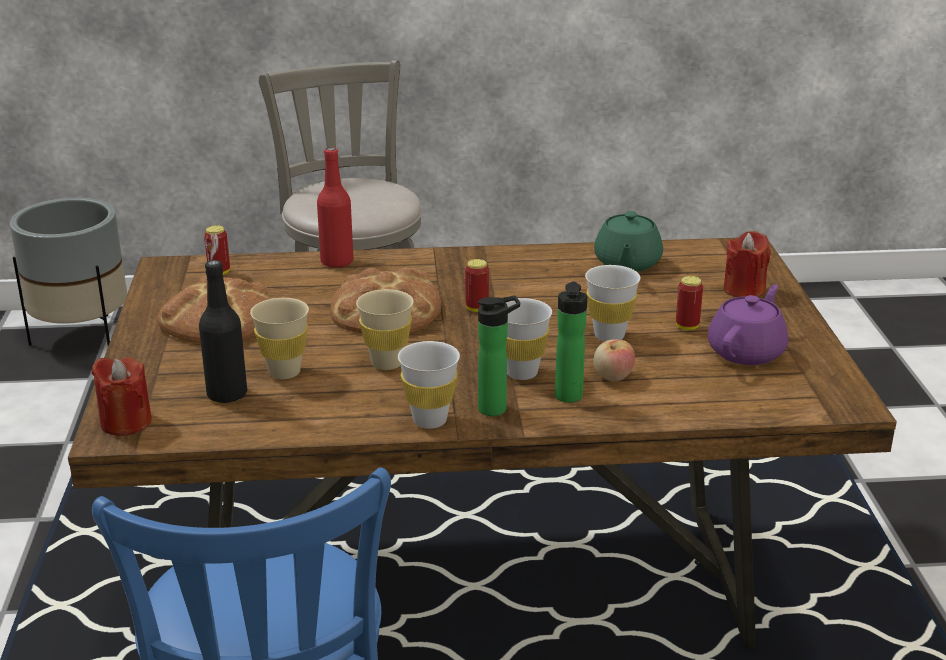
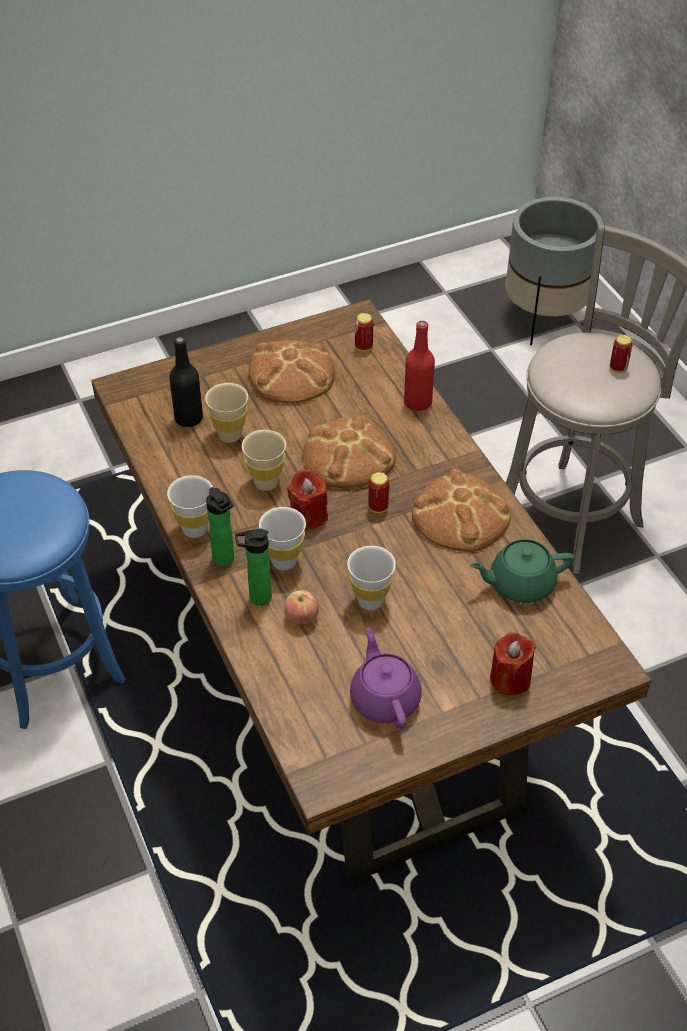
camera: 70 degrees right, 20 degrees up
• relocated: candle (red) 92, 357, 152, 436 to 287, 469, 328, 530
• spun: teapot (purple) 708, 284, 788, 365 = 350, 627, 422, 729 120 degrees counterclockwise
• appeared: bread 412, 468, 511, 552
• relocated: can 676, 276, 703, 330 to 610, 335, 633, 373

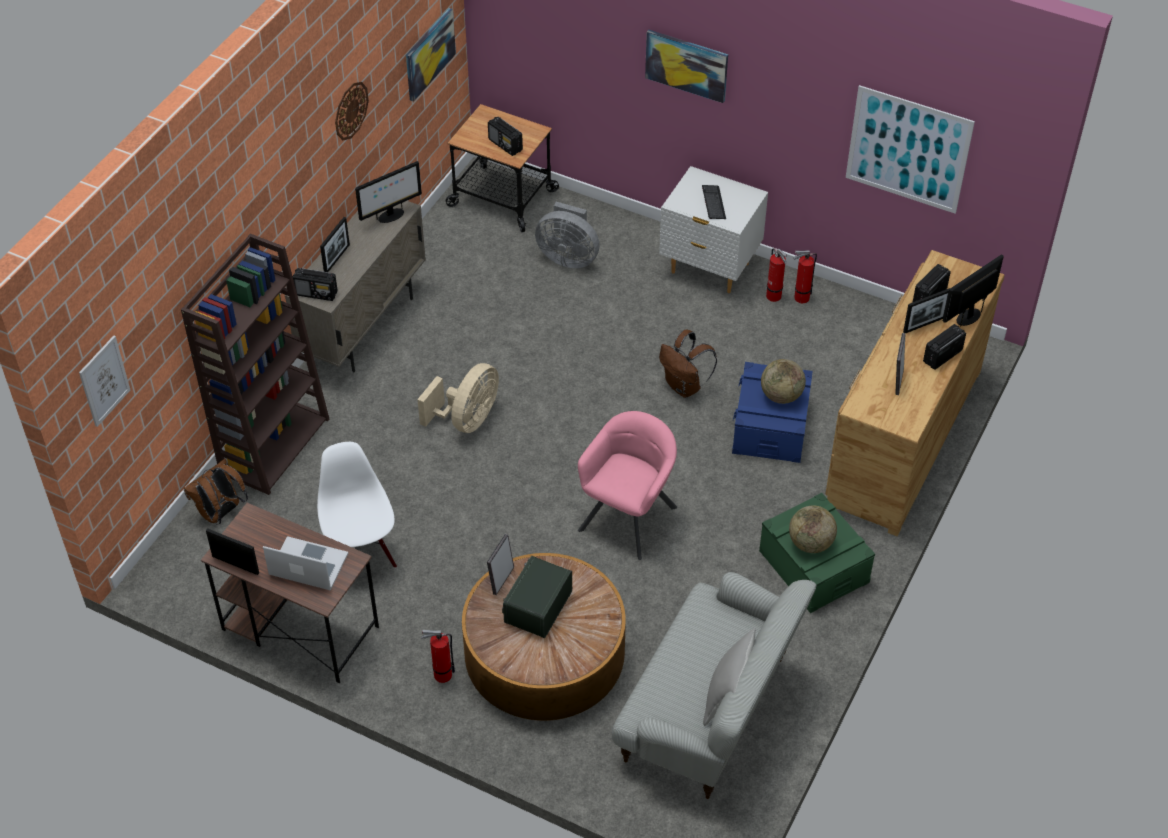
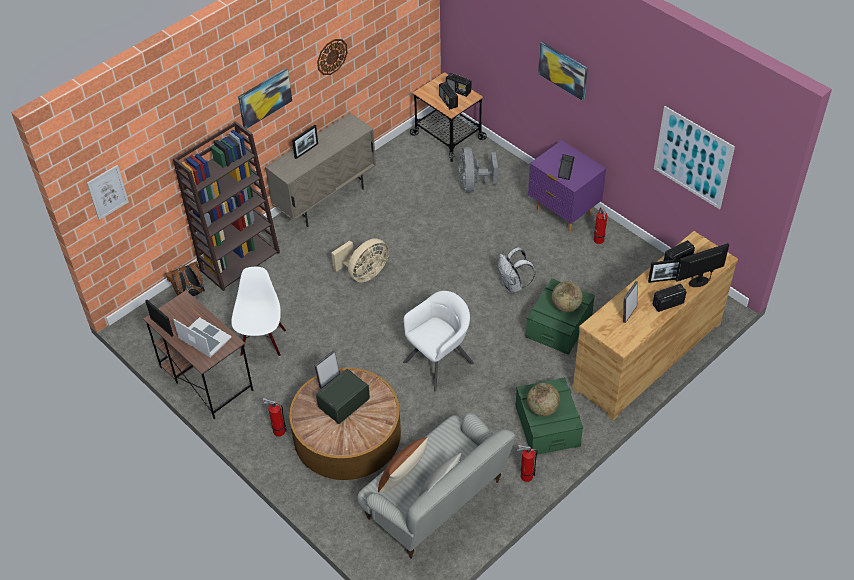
camera: 20 degrees right, 0 degrees up
• relocated: picture 406, 8, 456, 102 to 238, 68, 292, 129
• appeared: pillow (brown) 378, 436, 429, 493
• colour: armchair (pink) 578, 411, 677, 560 to armchair (white) 403, 291, 474, 391
• relocated: radio 293, 268, 337, 301 to 446, 73, 471, 97
• spun: fan (grey) 535, 202, 599, 268 = 458, 147, 498, 193 45 degrees clockwise
• colour: backpack (brown) 659, 330, 717, 398 to backpack (white) 498, 247, 535, 293
• relocated: fire extinguisher 793, 251, 817, 303 to 516, 445, 538, 482
• colour: storage box (blue) 732, 362, 812, 463 to storage box (green) 525, 278, 595, 355
• colour: nightstand (white) 659, 166, 768, 293 to nightstand (purple) 528, 140, 606, 232
• missing: monitor 355, 161, 422, 223

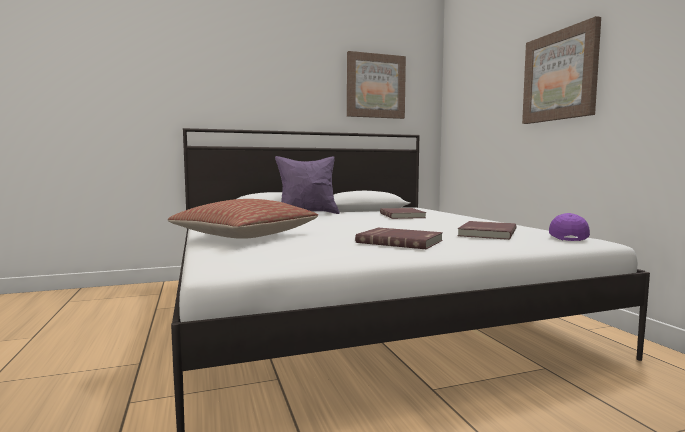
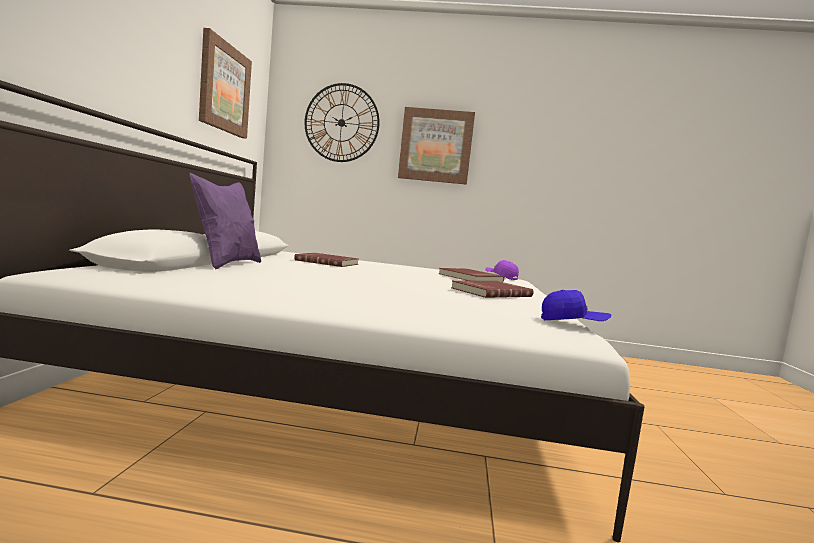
camera: 65 degrees left, 0 degrees up
• appeared: wall clock 305, 83, 380, 162
• appeared: cap (blue) 541, 290, 612, 321
• missing: pillow 168, 199, 318, 239

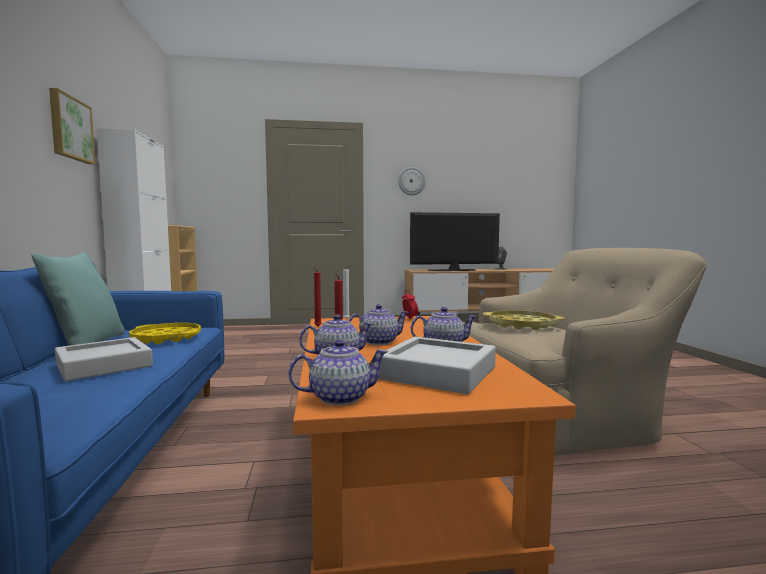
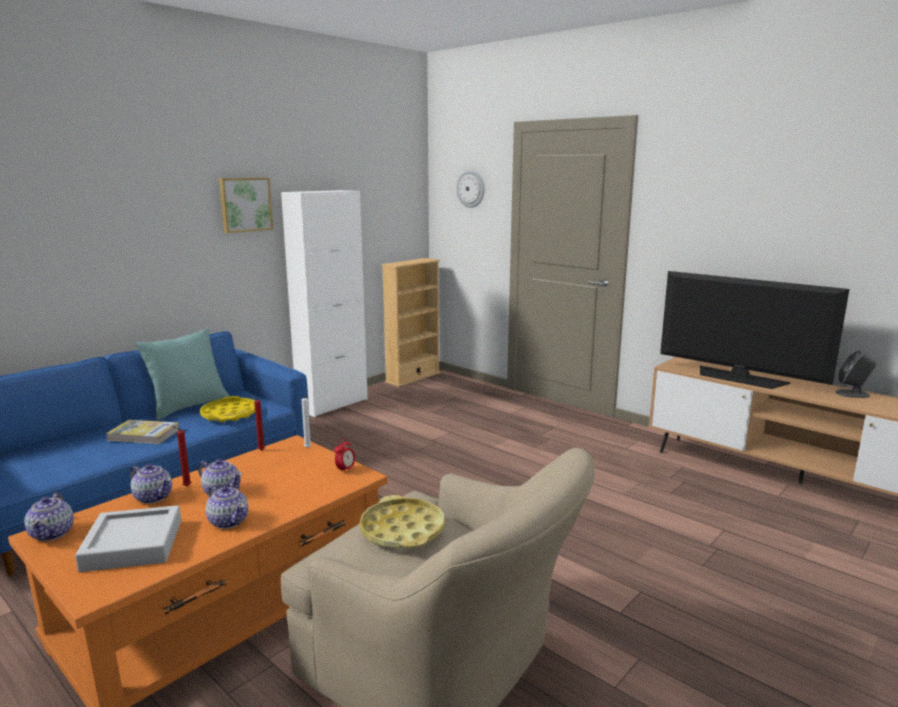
camera: 50 degrees right, 10 degrees up
• spun: teapot 288, 340, 389, 405 = 24, 492, 74, 541 45 degrees clockwise
• exchanged: tray (grey) 55, 337, 153, 381 to book 106, 420, 179, 444
• relocated: wall clock 398, 167, 426, 195 to 456, 170, 484, 208

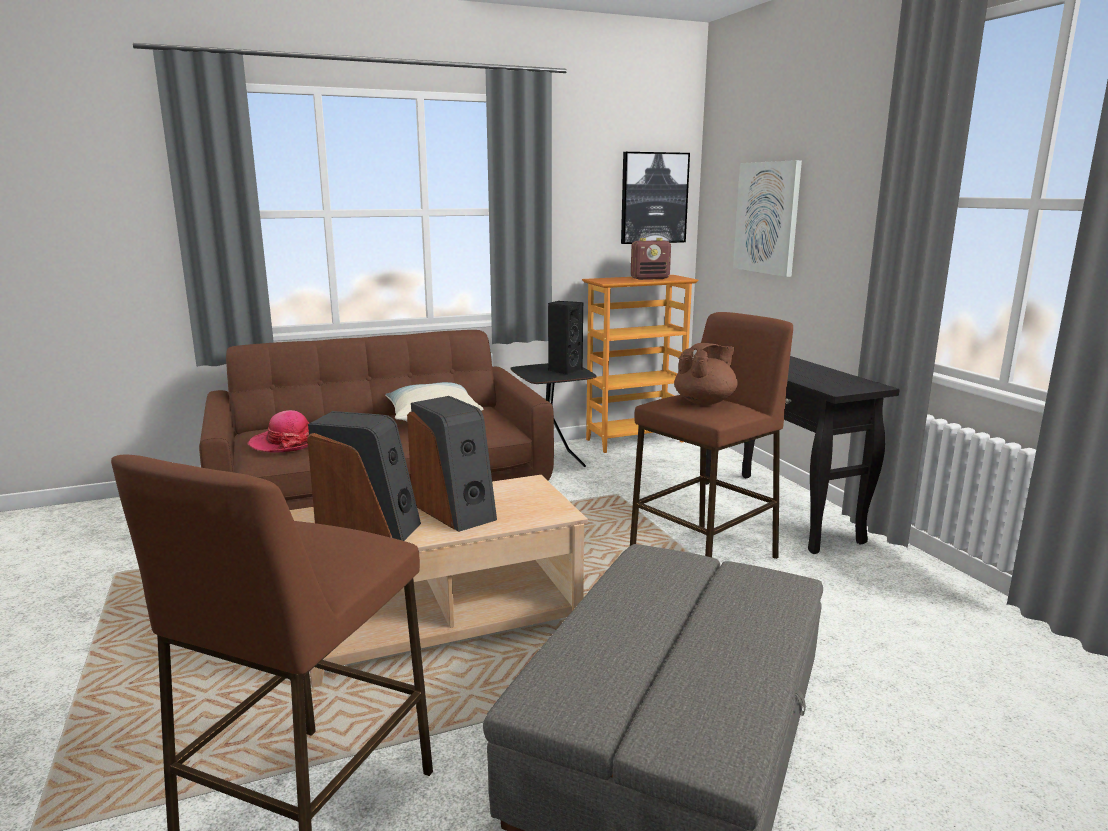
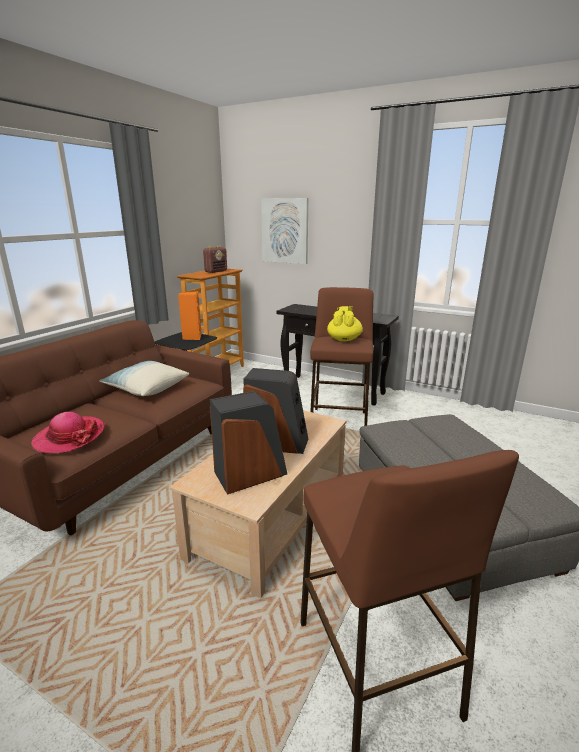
camera: 40 degrees left, 5 degrees up
• colour: speaker (black) 548, 301, 583, 375 to speaker (orange) 178, 291, 202, 340
• colour: teapot (brown) 674, 343, 738, 405 to teapot (yellow) 327, 306, 363, 342
• missing: picture 621, 152, 690, 244

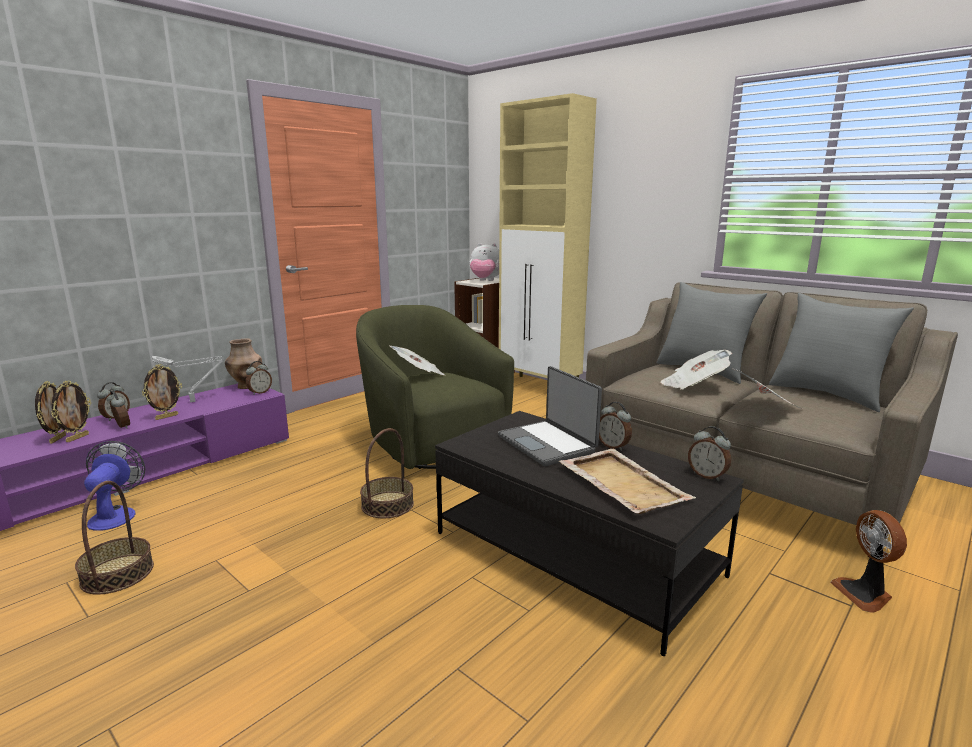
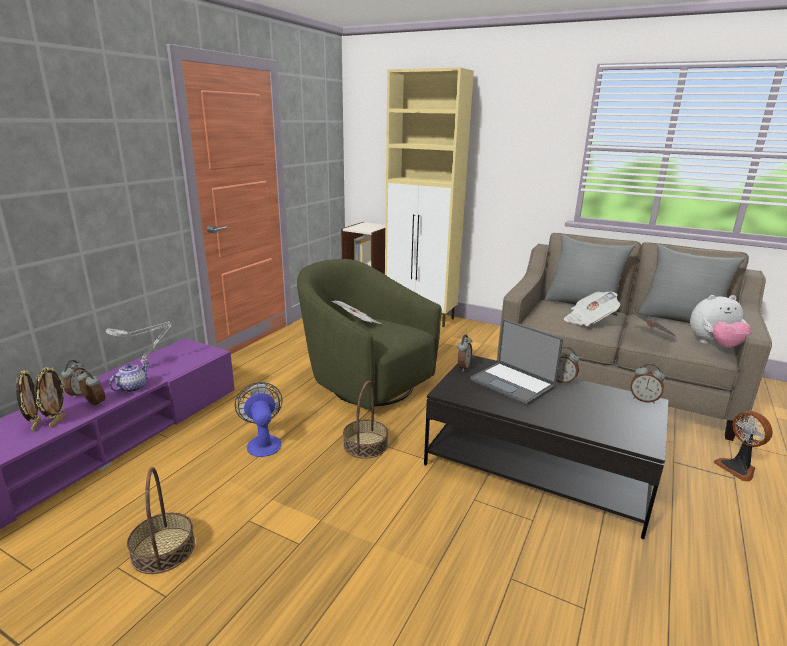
camera: 15 degrees left, 5 degrees up
• exchanged: picture frame 142, 364, 182, 420 to teapot 109, 362, 149, 392
• relocated: fan 84, 441, 145, 531 to 235, 382, 283, 457
• relocated: alarm clock 246, 361, 272, 395 to 457, 335, 472, 372
• relocated: plush toy 469, 243, 499, 281 to 690, 295, 751, 348
• missing: vase (brown) 225, 338, 262, 389
• missing: tray (beige) 559, 449, 696, 514

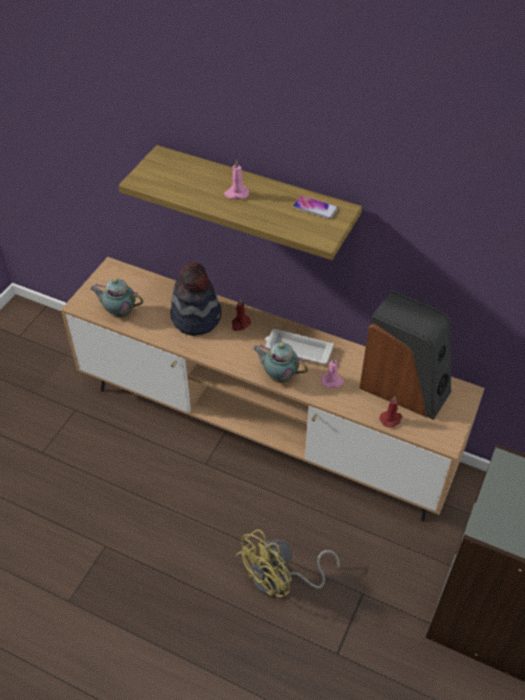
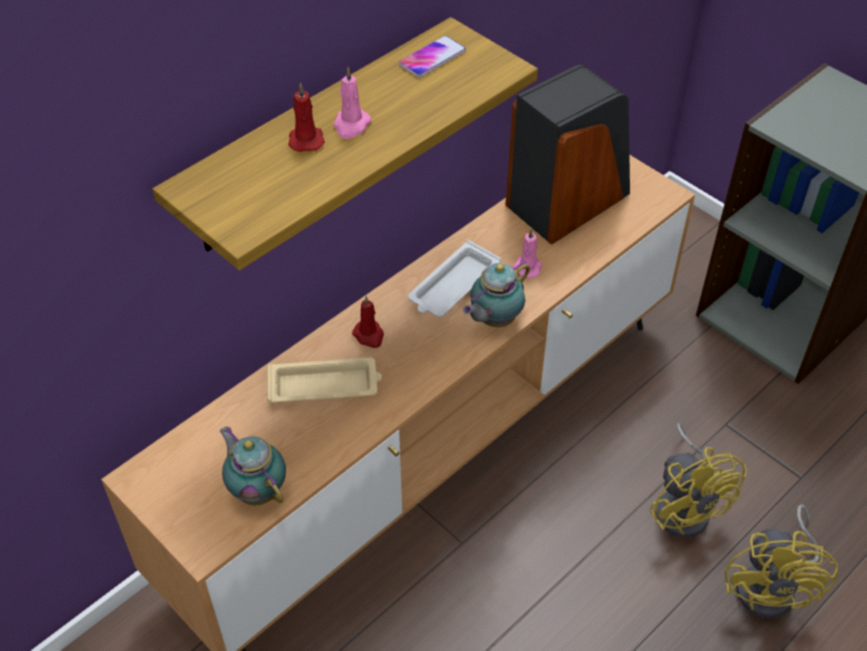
camera: 70 degrees left, 0 degrees up
• spun: teapot 90, 279, 144, 318 = 220, 427, 286, 505 105 degrees clockwise
• exchanged: hat 171, 263, 222, 336 to tray (beige) 267, 358, 382, 403
• relocated: candle (red) 380, 397, 402, 428 to 288, 83, 325, 152
• appeared: fan (yellow) 725, 505, 838, 618

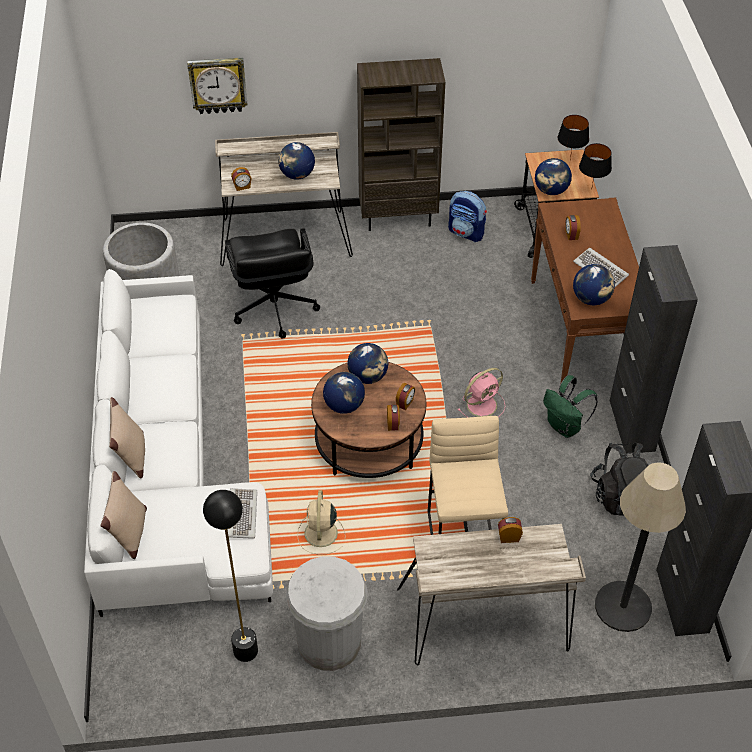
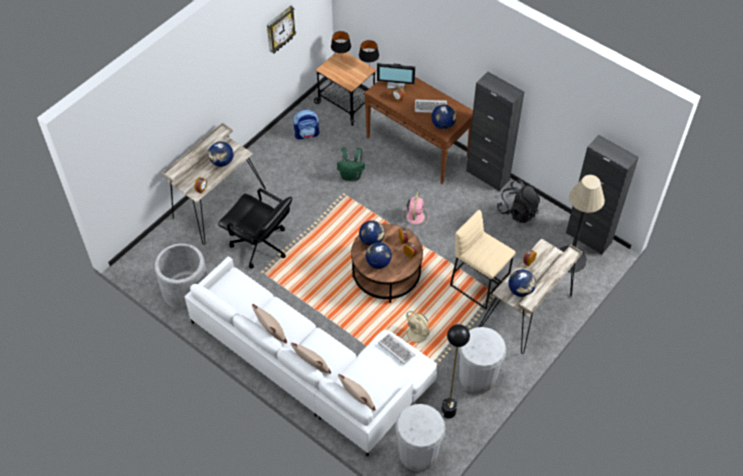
camera: 45 degrees left, 5 degrees up
• appeared: pillow (beige) 252, 304, 287, 343
• relocated: wall clock 187, 58, 247, 114 to 267, 6, 296, 54
• relocated: backpack (green) 543, 375, 598, 438 to 337, 147, 365, 181
• appeared: monitor 377, 63, 415, 90
• appeared: trash can (white) 395, 404, 446, 471
• relocated: globe 535, 158, 572, 195 to 508, 270, 536, 297
• missing: bookcase (brown) 357, 58, 445, 231

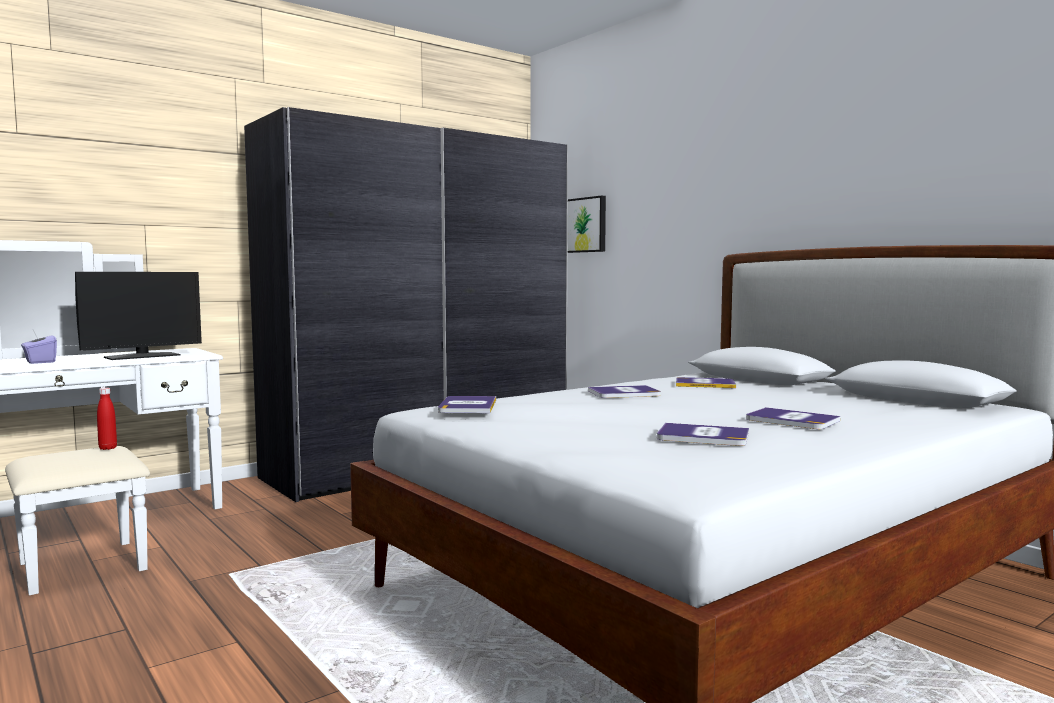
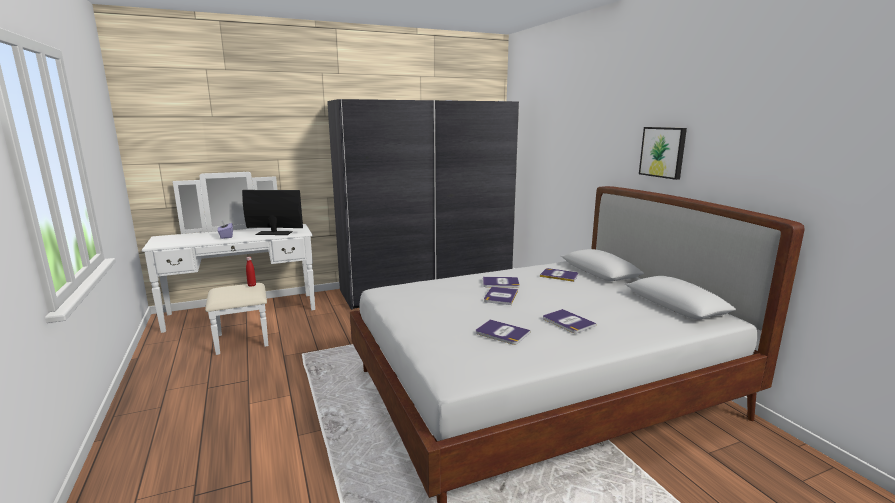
camera: 15 degrees right, 10 degrees up
• spun: monitor 75, 272, 202, 360 = 242, 190, 303, 235 150 degrees counterclockwise
• relocated: book 438, 396, 496, 413 to 484, 287, 518, 305
• relocated: picture 567, 196, 606, 253 to 639, 127, 687, 180

